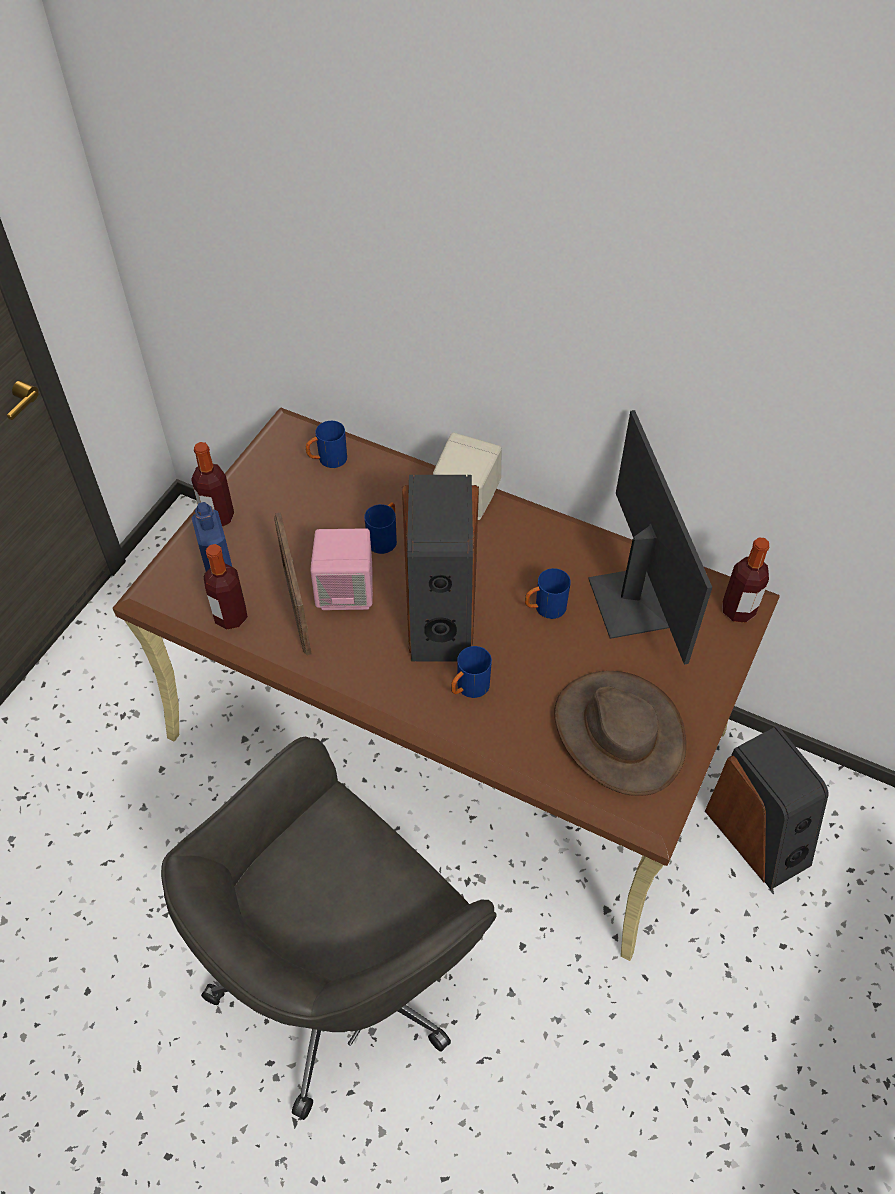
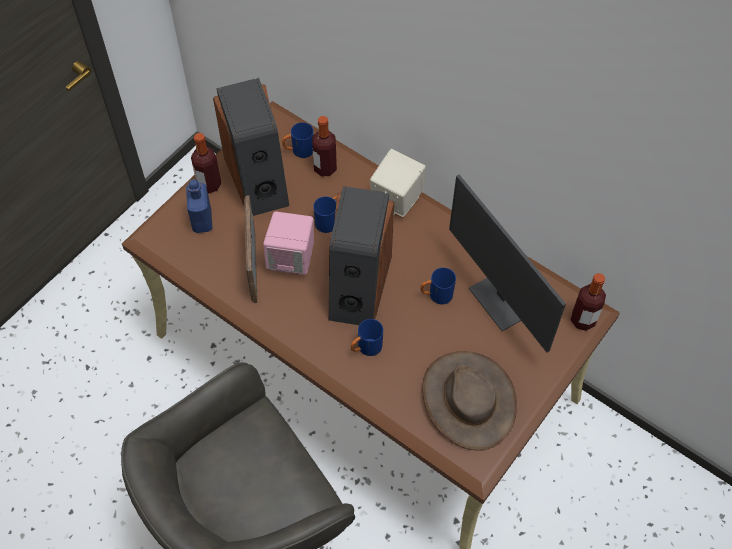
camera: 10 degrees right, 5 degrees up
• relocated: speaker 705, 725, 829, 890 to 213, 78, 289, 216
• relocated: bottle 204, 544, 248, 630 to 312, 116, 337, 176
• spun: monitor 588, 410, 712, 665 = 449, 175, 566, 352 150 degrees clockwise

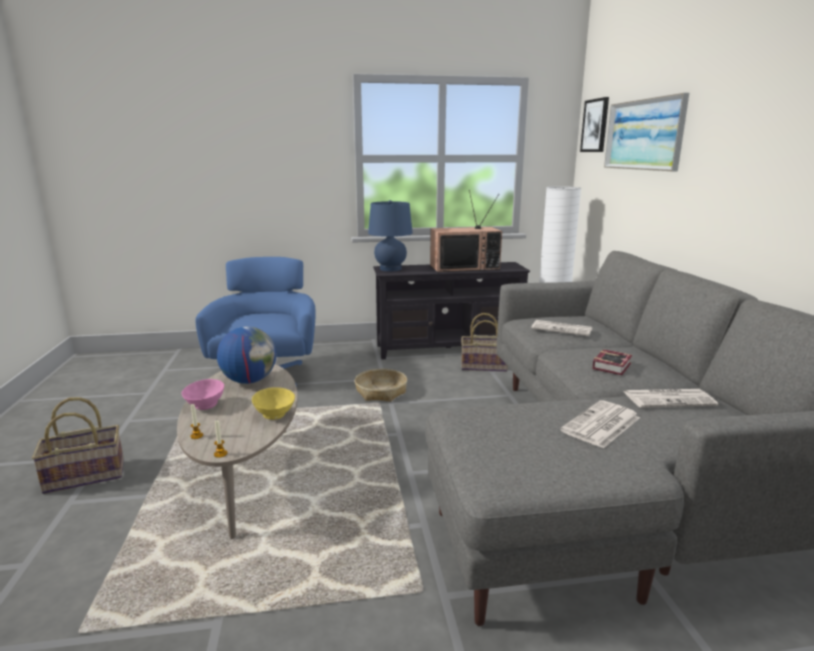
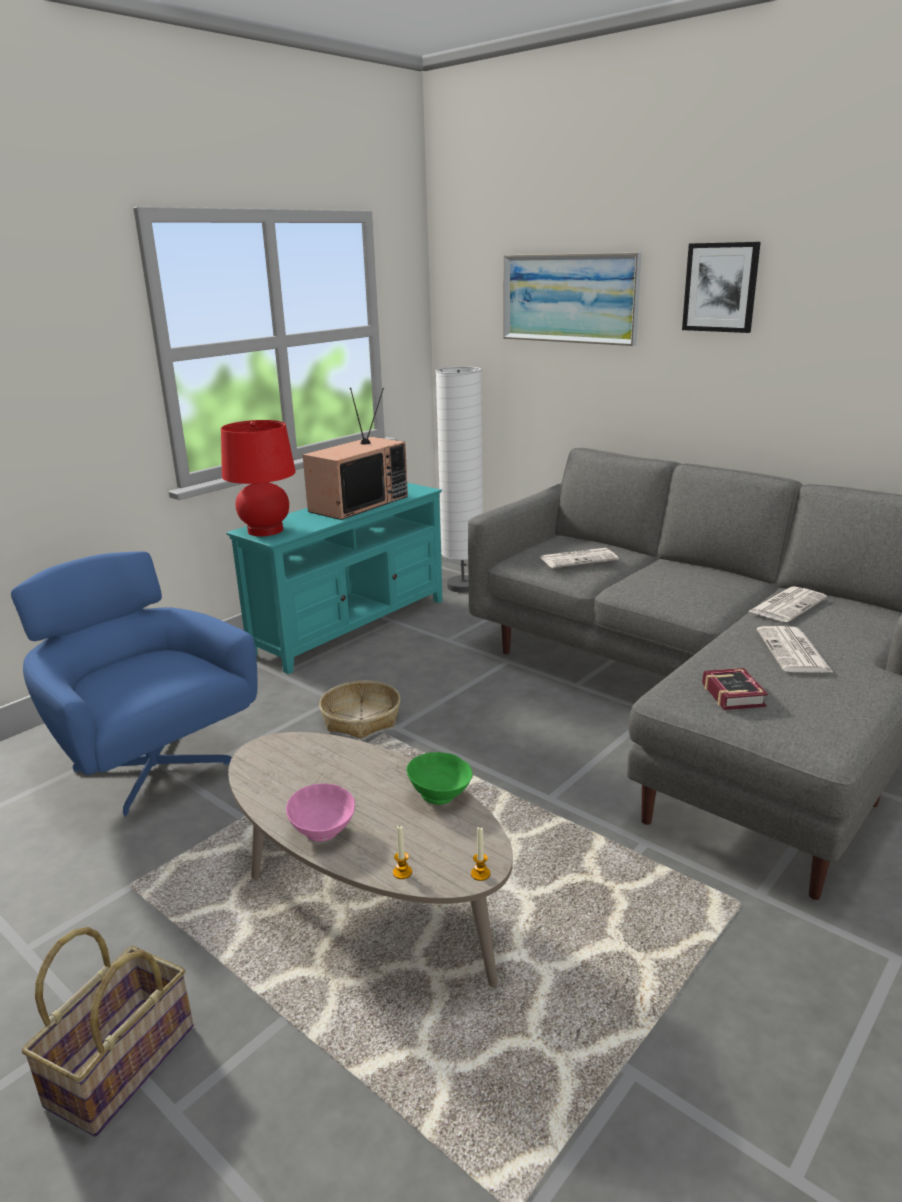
camera: 40 degrees left, 5 degrees up
• colour: table lamp (blue) 368, 200, 413, 271 to table lamp (red) 221, 420, 296, 536
• colour: tv stand (black) 373, 262, 531, 359 to tv stand (turquoise) 227, 483, 442, 674
• colour: bowl (yellow) 252, 387, 295, 420 to bowl (green) 406, 752, 472, 805
• relocated: picture 580, 97, 609, 152 to 682, 242, 761, 333
• relocated: book 592, 350, 632, 375 to 702, 668, 768, 710
• missing: globe 217, 327, 276, 384
• missing: basket 461, 313, 508, 372

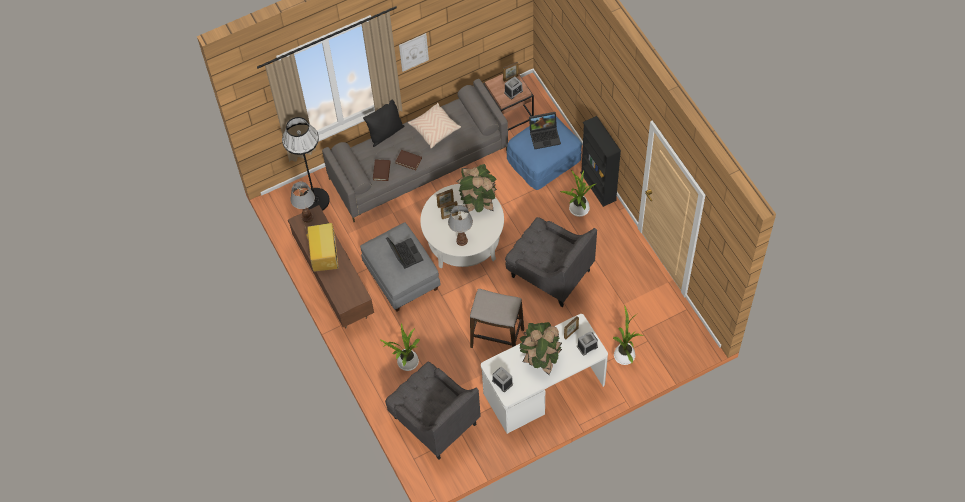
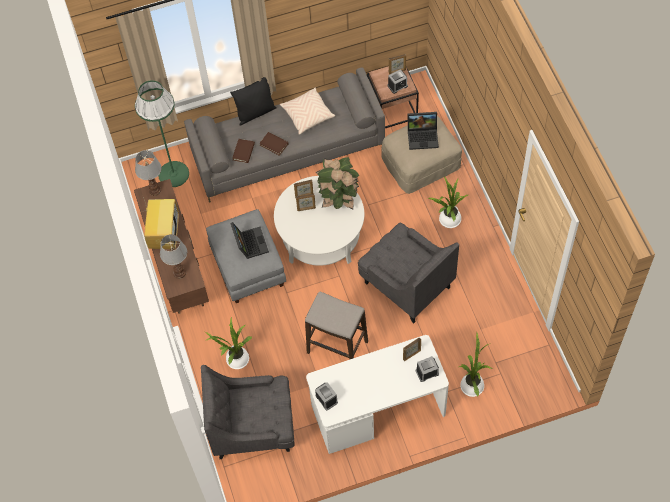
camera: 10 degrees right, 0 degrees up
• colour: floor lamp (black) 282, 117, 330, 211 to floor lamp (green) 135, 80, 189, 187
• relocated: table lamp 448, 205, 473, 246 to 160, 234, 187, 279
• spun: armchair (grey) 385, 362, 481, 460 = 201, 365, 294, 459 120 degrees clockwise
• colour: ottoman (blue) 507, 117, 582, 190 to ottoman (beige) 381, 116, 462, 194
• missing: picture 399, 33, 429, 72
• missing: potted plant 519, 322, 562, 375
• missing: bookcase (black) 580, 116, 621, 207

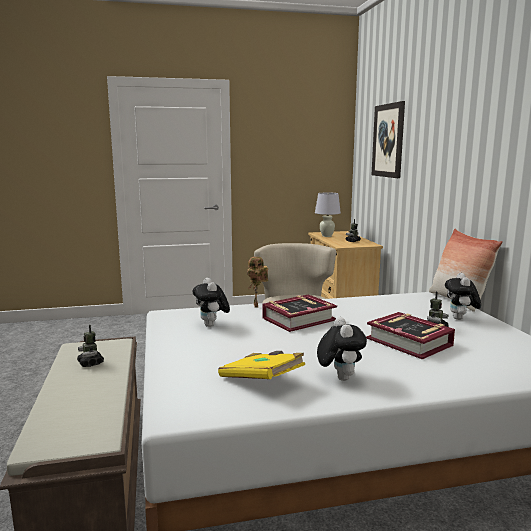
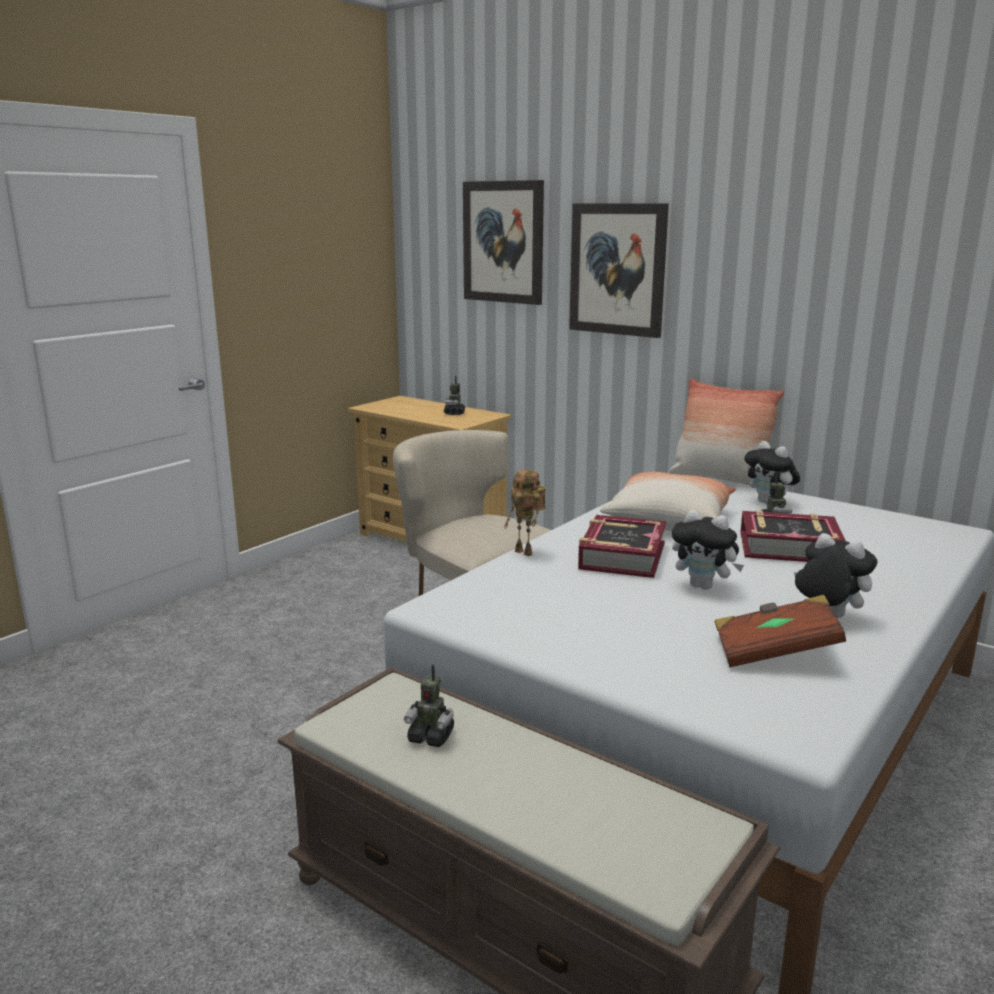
camera: 40 degrees left, 5 degrees up
• appeared: picture 569, 203, 669, 338
• appeared: pillow 600, 472, 736, 531
• relocated: plush toy 193, 278, 230, 327 to 672, 510, 744, 590
• colour: book (yellow) 218, 351, 305, 379 to book (brown) 715, 595, 846, 667
• missing: table lamp (white) 315, 193, 341, 237

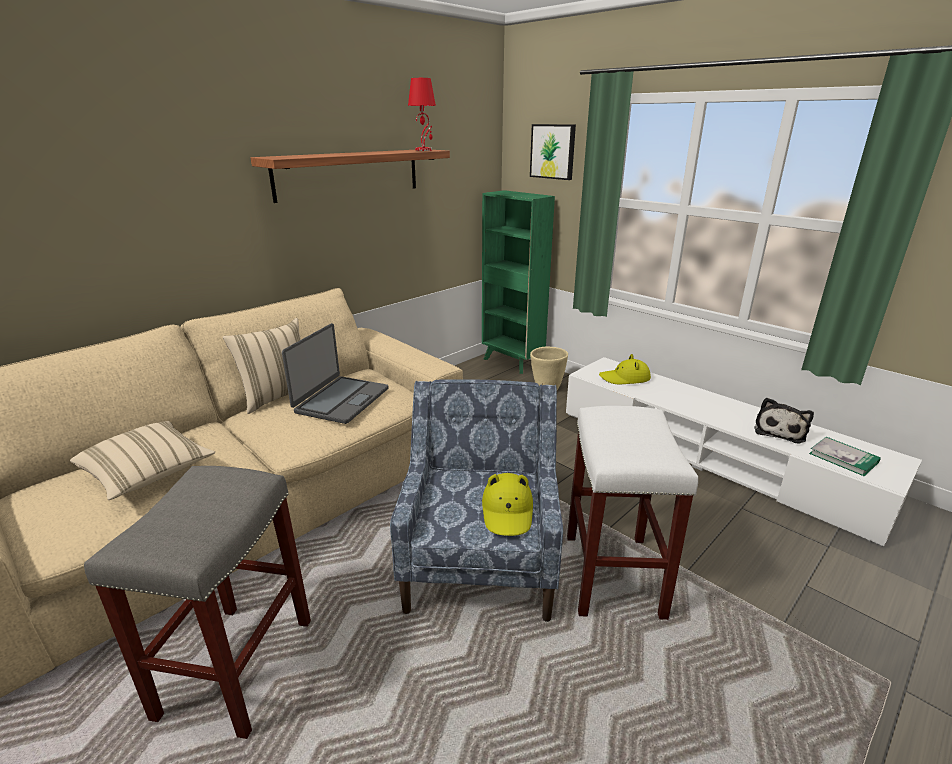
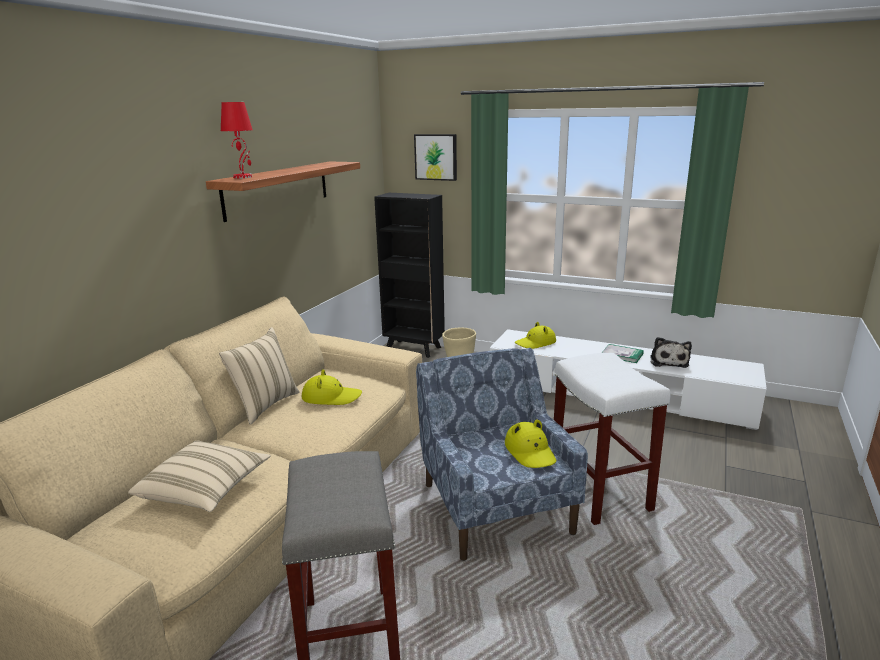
camera: 20 degrees left, 5 degrees down
• relocated: table lamp (red) 408, 78, 436, 151 to 221, 102, 252, 178
• exchanged: laptop 282, 323, 388, 424 to hat (yellow) 302, 369, 362, 405
• colour: bookcase (green) 482, 190, 555, 374 to bookcase (black) 374, 193, 445, 358
• relocated: book 809, 437, 881, 476 to 602, 344, 644, 363

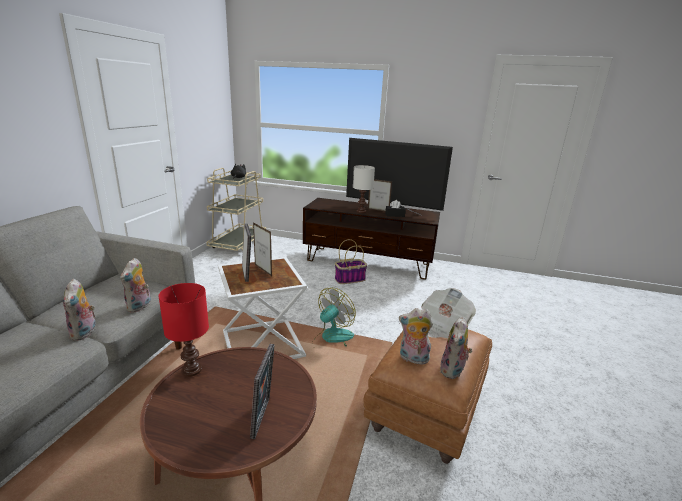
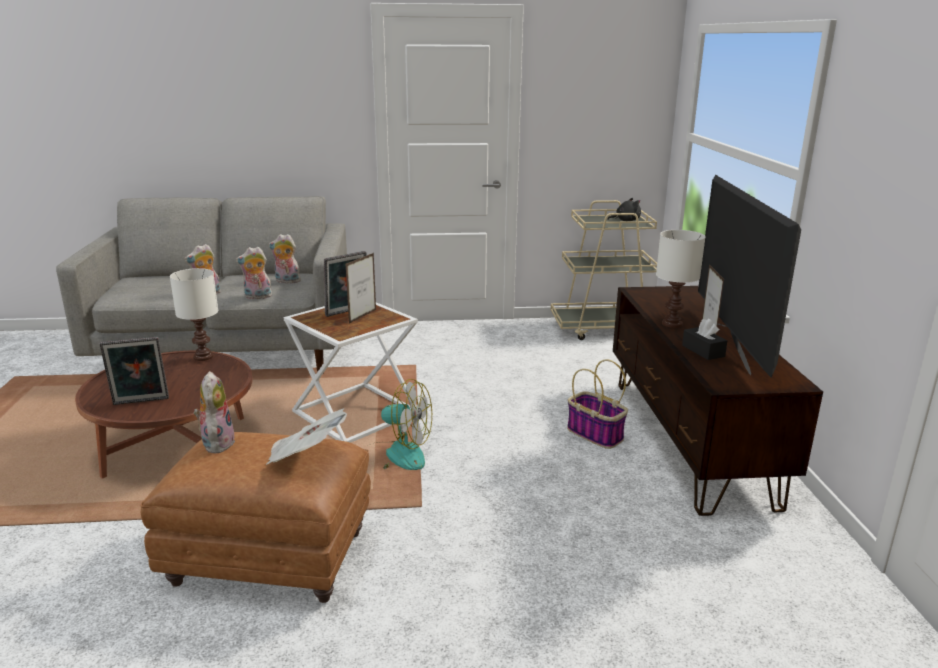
camera: 70 degrees right, 0 degrees up
• colour: table lamp (red) 158, 283, 209, 377 to table lamp (white) 170, 268, 218, 361
• relocated: plush toy 440, 316, 473, 379 to 268, 234, 301, 283

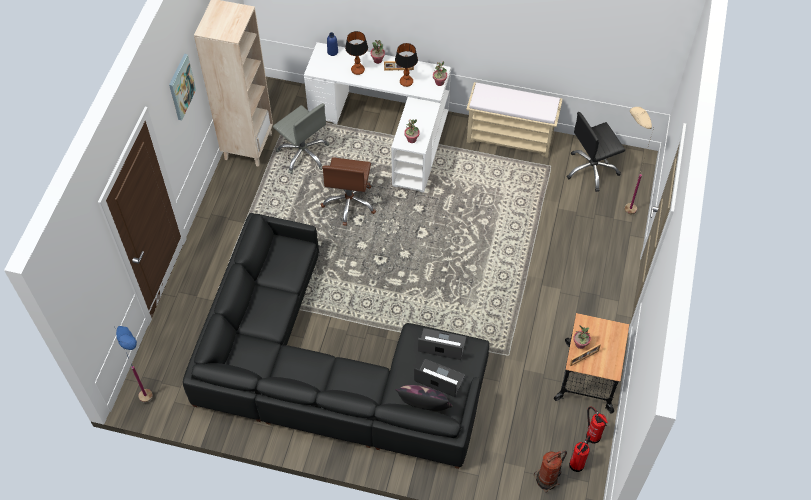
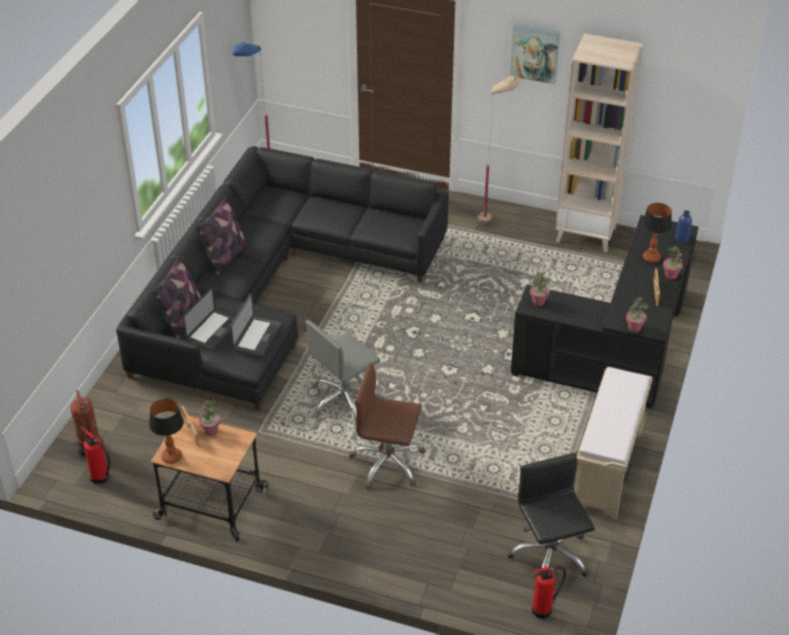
camera: 95 degrees right, 15 degrees down
• relocated: table lamp 395, 43, 418, 87 to 149, 399, 184, 464
• appeared: pillow 195, 197, 247, 275
• relocated: office chair (grey) 273, 103, 329, 174 to 306, 320, 383, 425
• relocated: office chair (brown) 321, 157, 376, 226 to 349, 363, 426, 489
• relocated: floor lamp (beige) 624, 107, 654, 214 to 478, 76, 518, 223
• colour: desk (white) 304, 42, 451, 193 to desk (black) 511, 215, 698, 408
• relocated: fire extinguisher 586, 406, 608, 444 to 532, 566, 566, 619

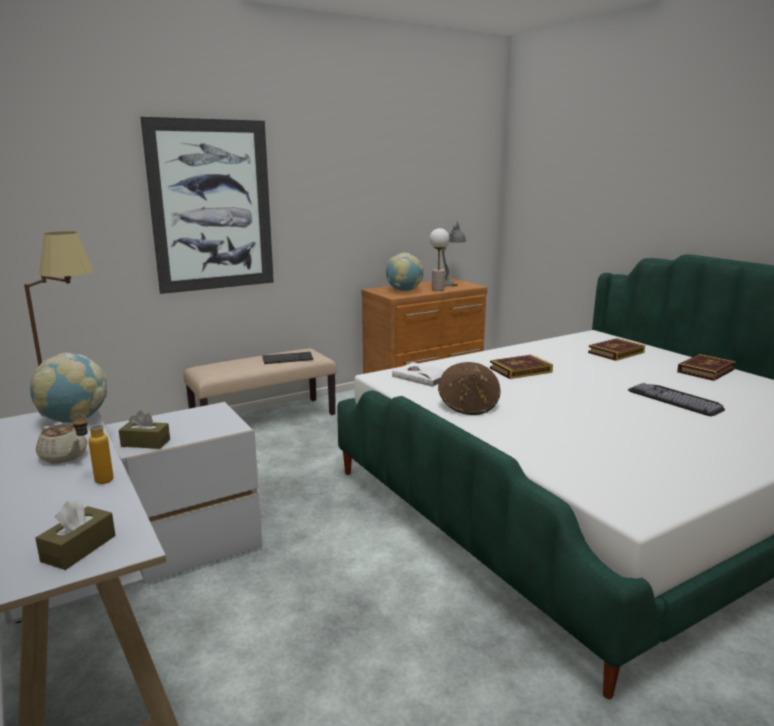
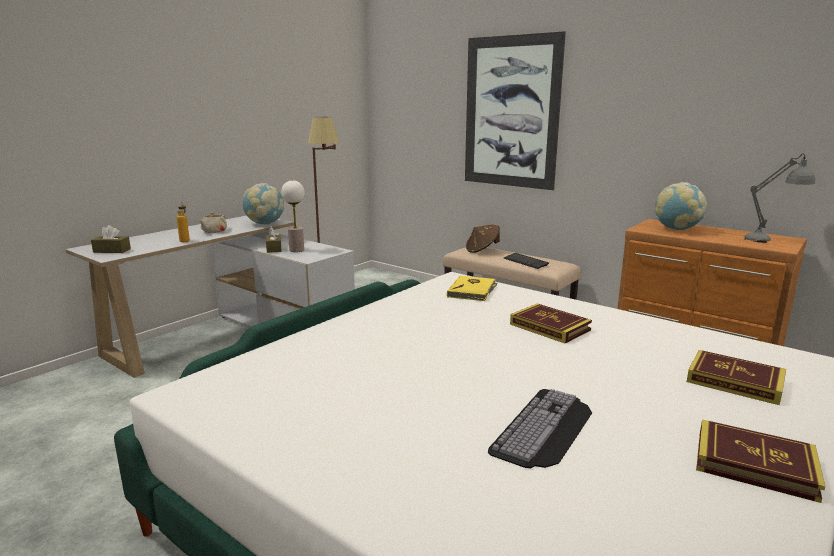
camera: 70 degrees right, 0 degrees up
• relocated: table lamp 430, 228, 449, 291 to 281, 180, 305, 252
• colour: book (white) 392, 362, 446, 387 to book (yellow) 447, 276, 498, 301
• relocated: hat (brown) 438, 362, 501, 415 to 466, 225, 500, 253

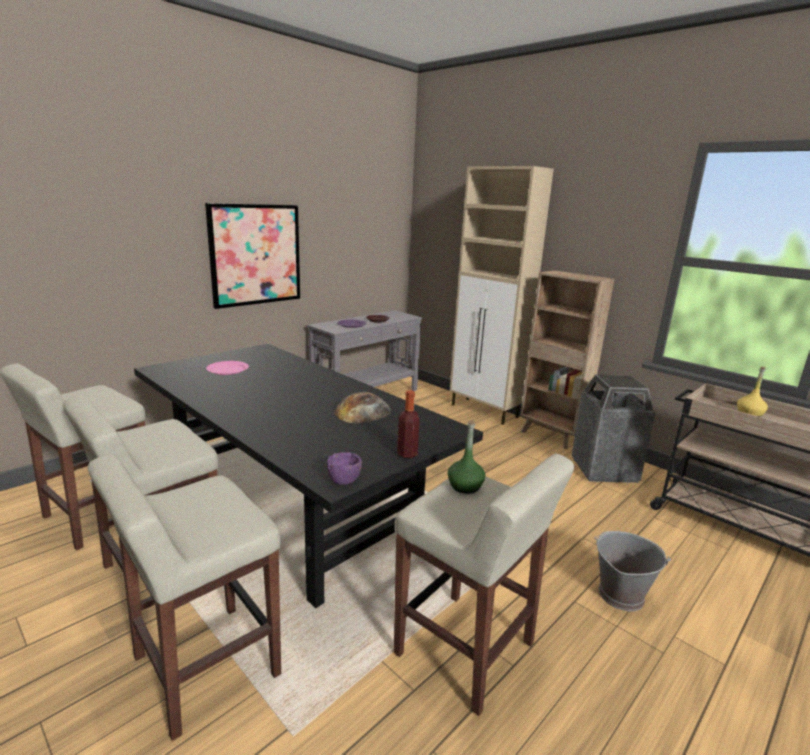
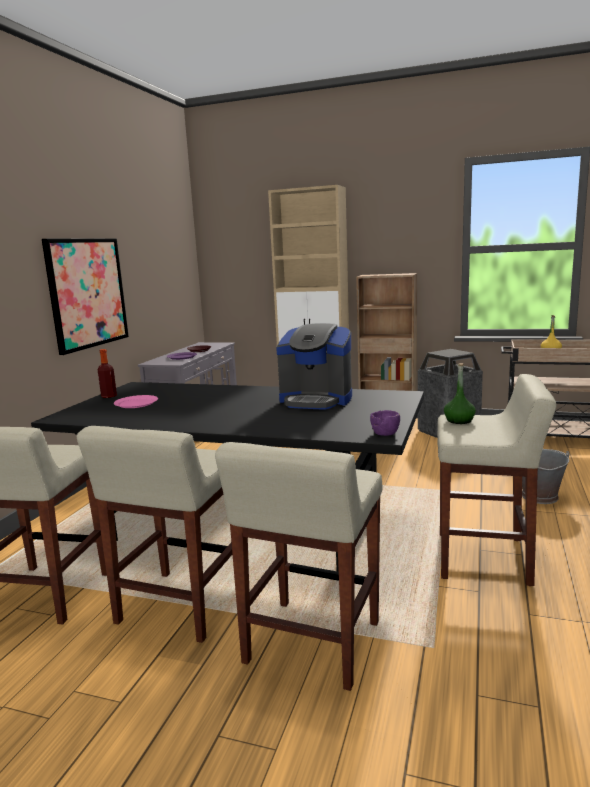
camera: 25 degrees left, 5 degrees down
• relocated: bottle 397, 390, 420, 458 to 98, 349, 117, 398
• exchanged: bread 334, 392, 391, 423 to coffee machine 276, 323, 352, 410

